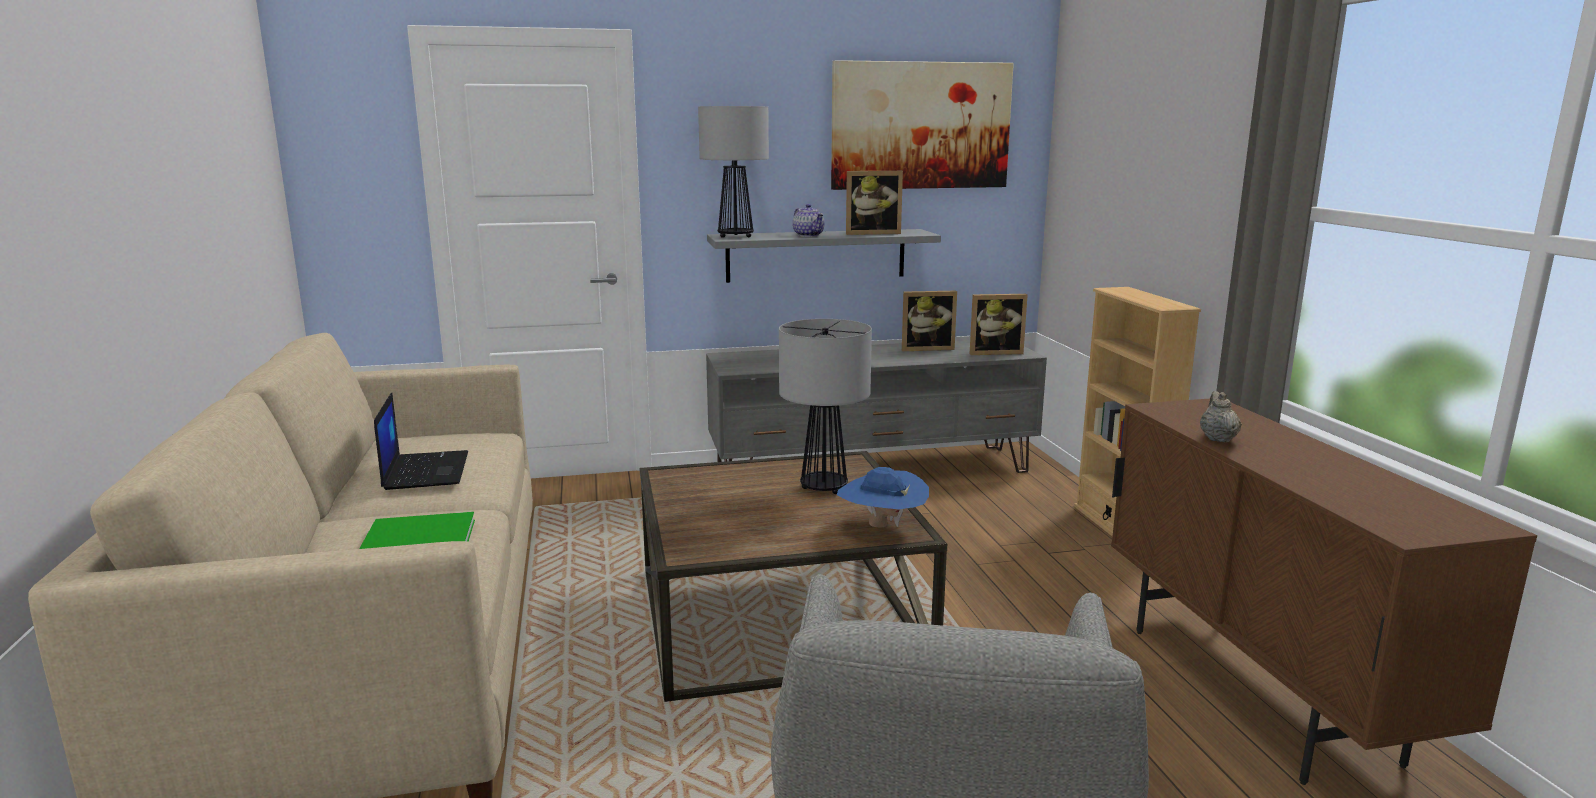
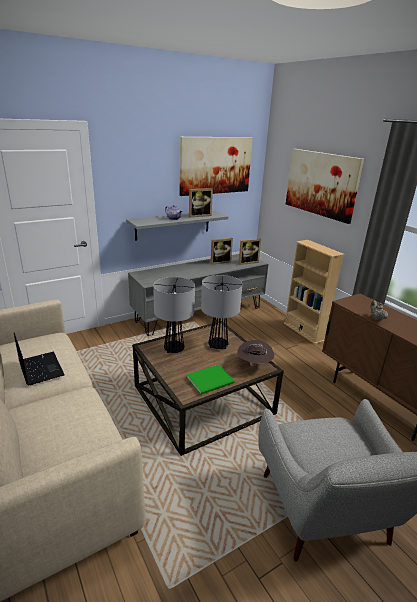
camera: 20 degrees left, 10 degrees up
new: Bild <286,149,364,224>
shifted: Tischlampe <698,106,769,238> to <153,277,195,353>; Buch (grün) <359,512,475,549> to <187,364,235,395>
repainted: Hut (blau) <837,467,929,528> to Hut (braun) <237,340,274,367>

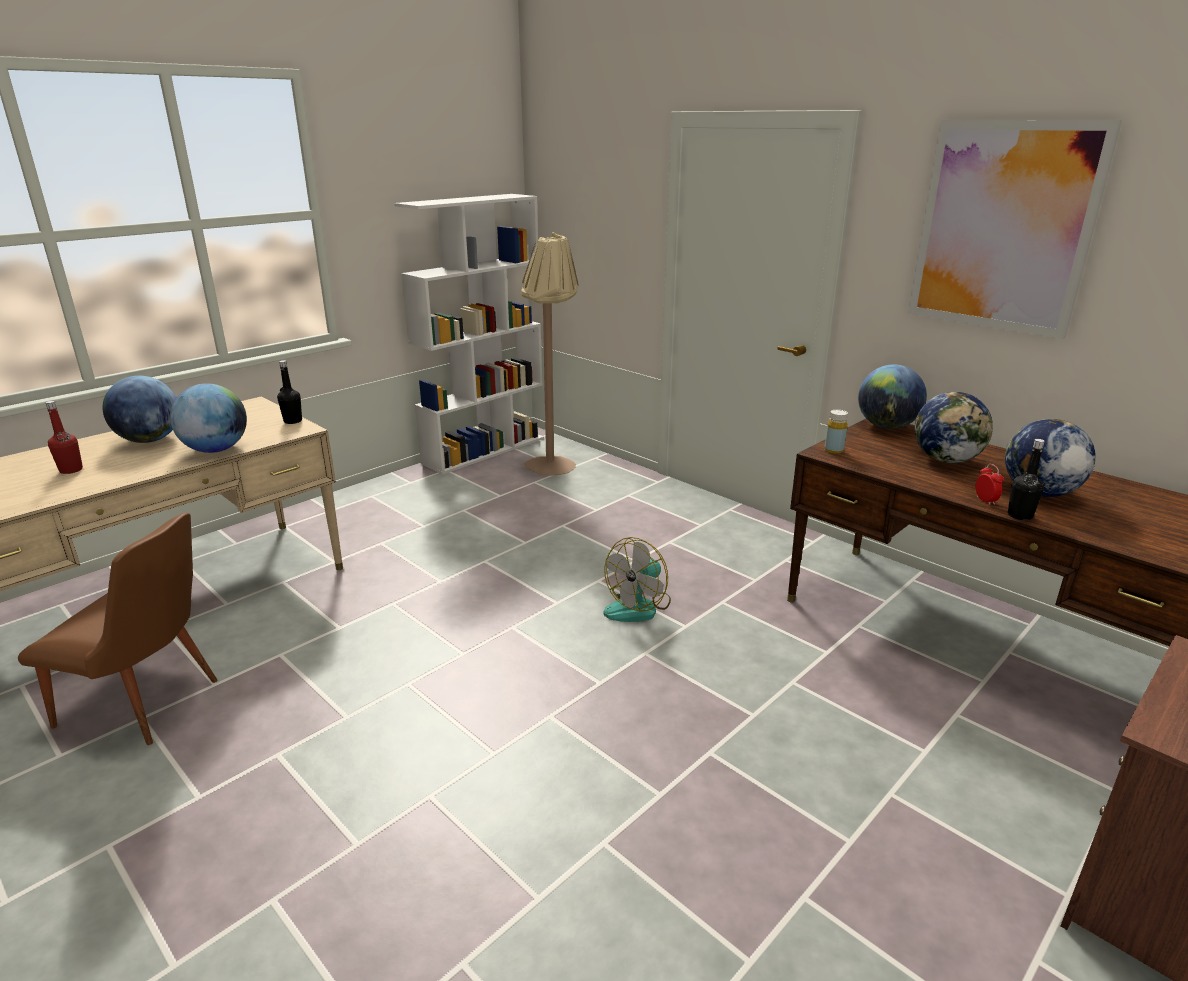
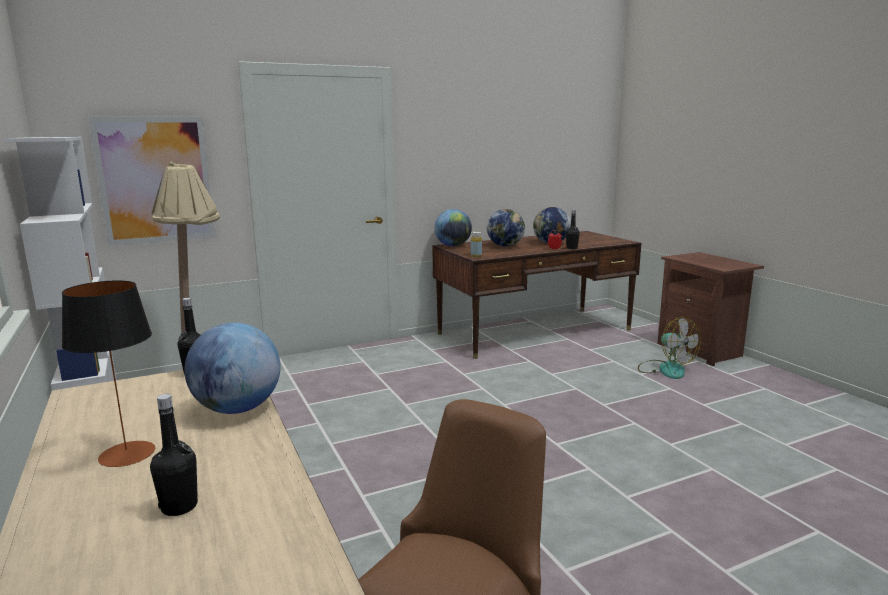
camera: 70 degrees left, 10 degrees down
shifted: Bild <908,120,1122,339> to <88,117,215,246>; Ventilator <603,537,671,622> to <638,317,701,379>
swapped: Globus <102,376,177,443> to Tischlampe <62,280,155,467>
repainted: Flasche (rot) <46,401,83,474> to Flasche (schwarz) <150,394,198,516>

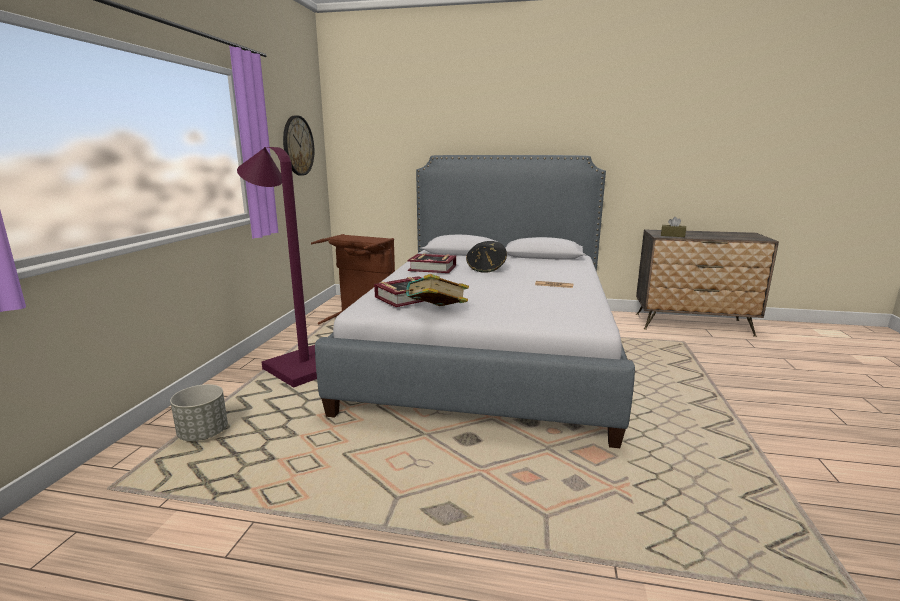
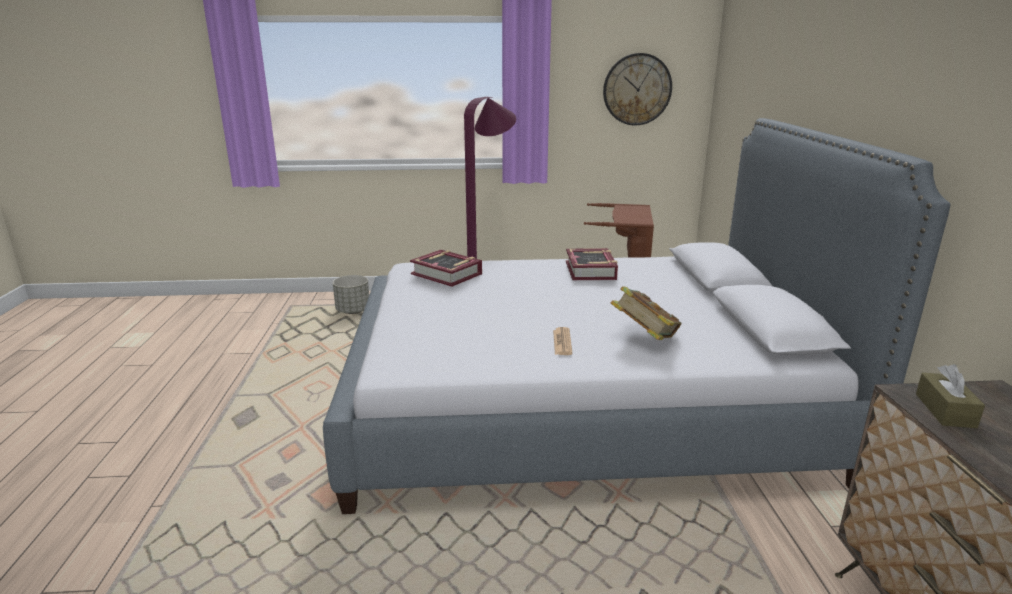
camera: 75 degrees right, 5 degrees up
gone: Hut (schwarz) <466,241,507,273>
shifted: Buch <405,274,469,306> to <611,286,682,340>

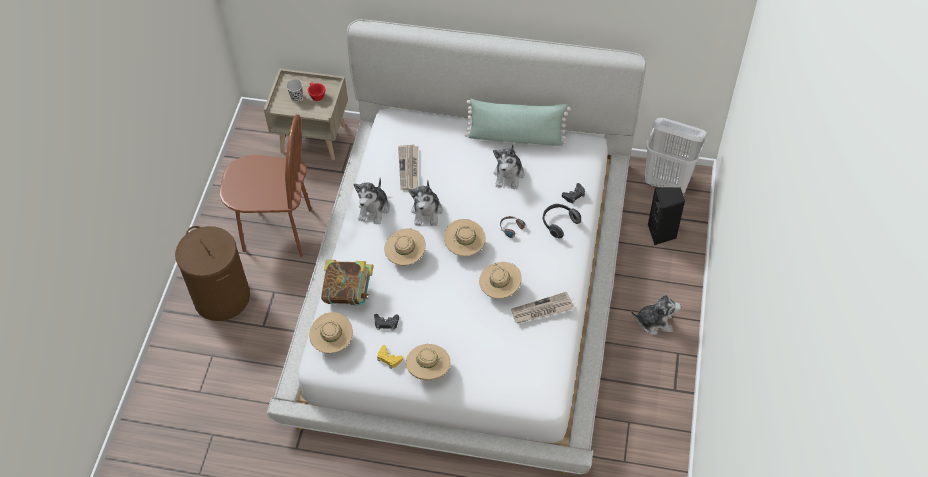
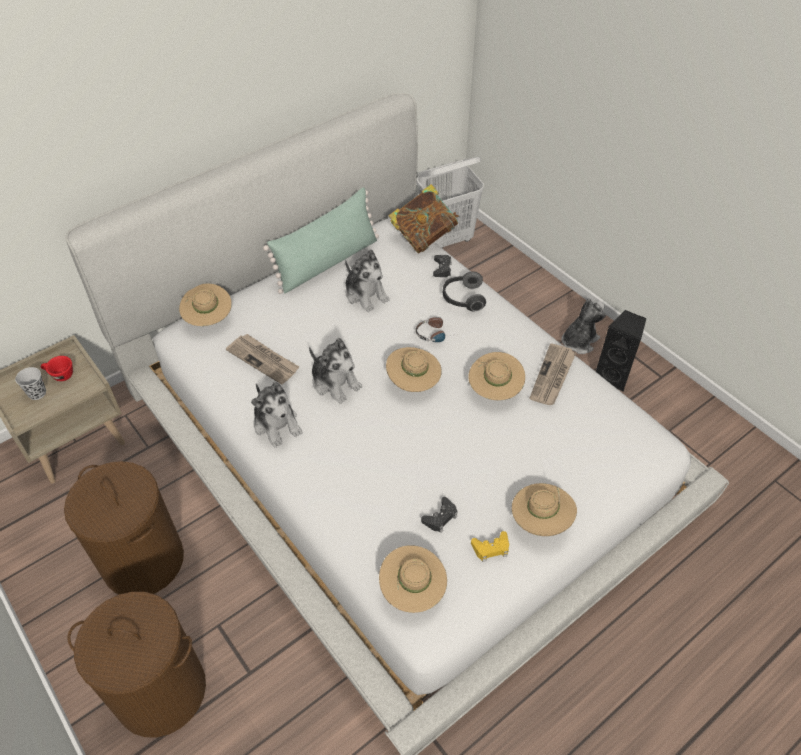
camera: 50 degrees left, 5 degrees down
shifted: Hut (beige) <384,228,426,265> to <179,284,232,326>; Buch <321,260,374,305> to <389,184,459,253>; Lautsprecher (schwarz) <648,187,685,245> to <596,310,646,392>
swapped: Stuhl (braun) <219,114,312,257> to Wäschekorb (braun) <64,461,184,594>

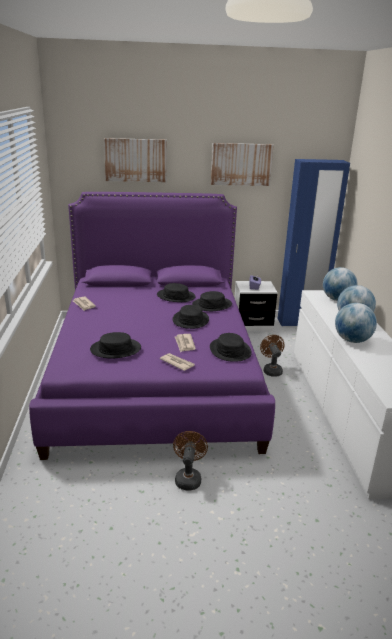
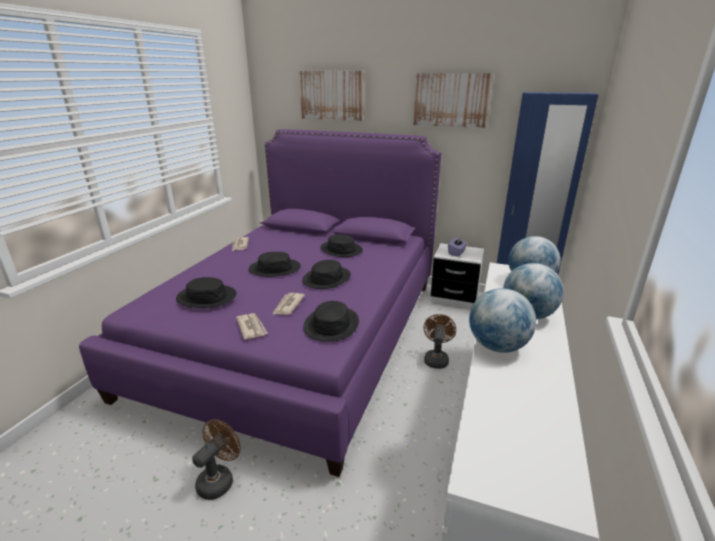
camera: 25 degrees right, 0 degrees up
shifted: Hut (schwarz) <192,291,232,311> to <249,252,301,277>

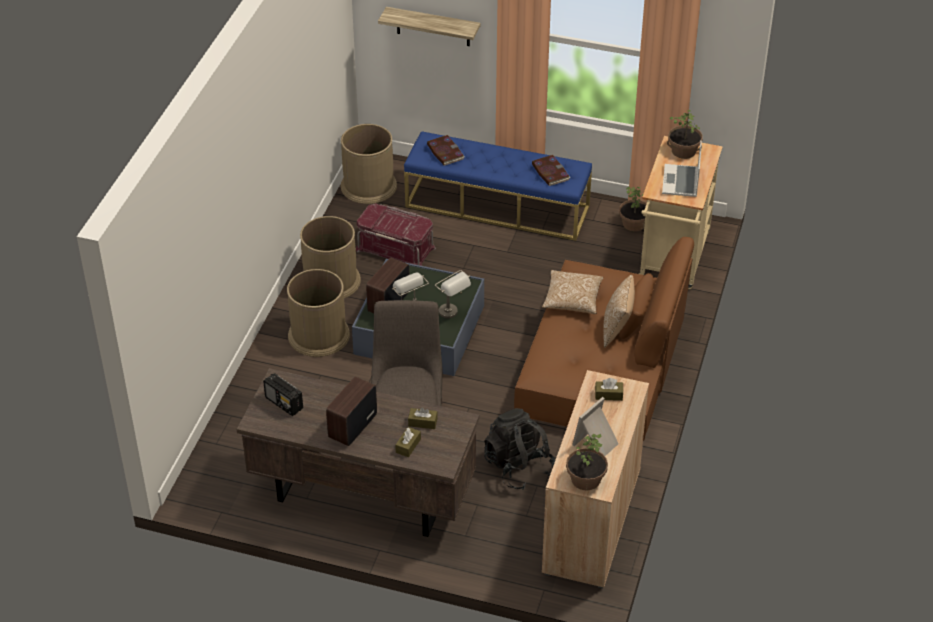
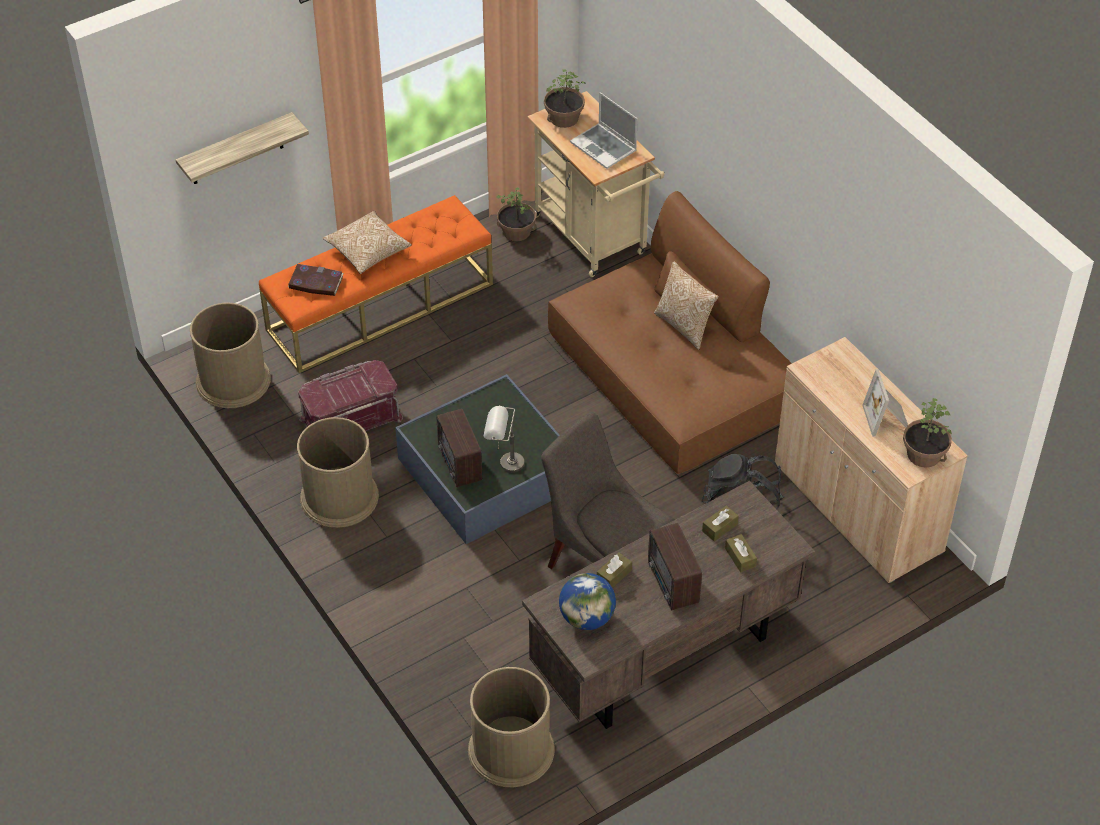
camera: 50 degrees left, 5 degrees up
gone: Tischlampe (grau) <435,270,471,318>; Buch <532,155,570,186>
shifted: Kissen <542,270,603,314> to <323,211,412,274>; Mülleimer (braun) <287,269,350,357> to <468,667,555,787>; Taschentuchbox (braun) <595,378,623,401> to <597,552,632,588>
swapped: Radio <263,373,303,416> to Globus <559,573,616,630>
repainted: Bank (blau) <404,131,592,241> to Bank (orange) <259,195,493,373>

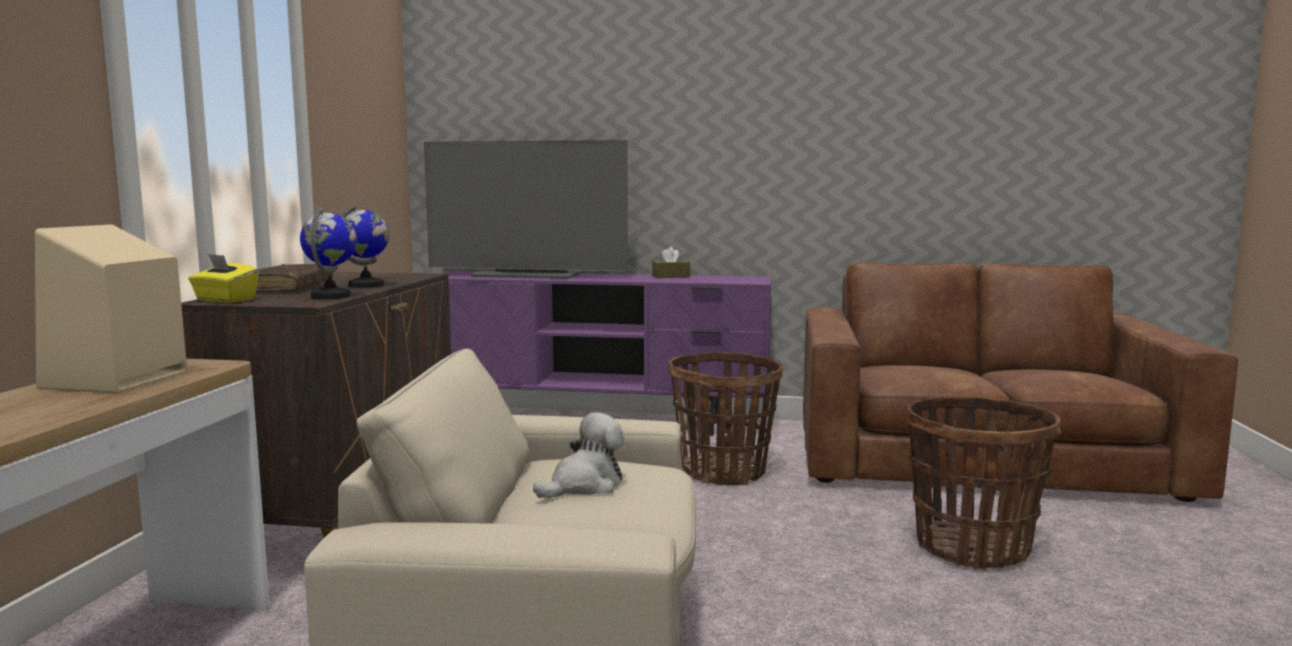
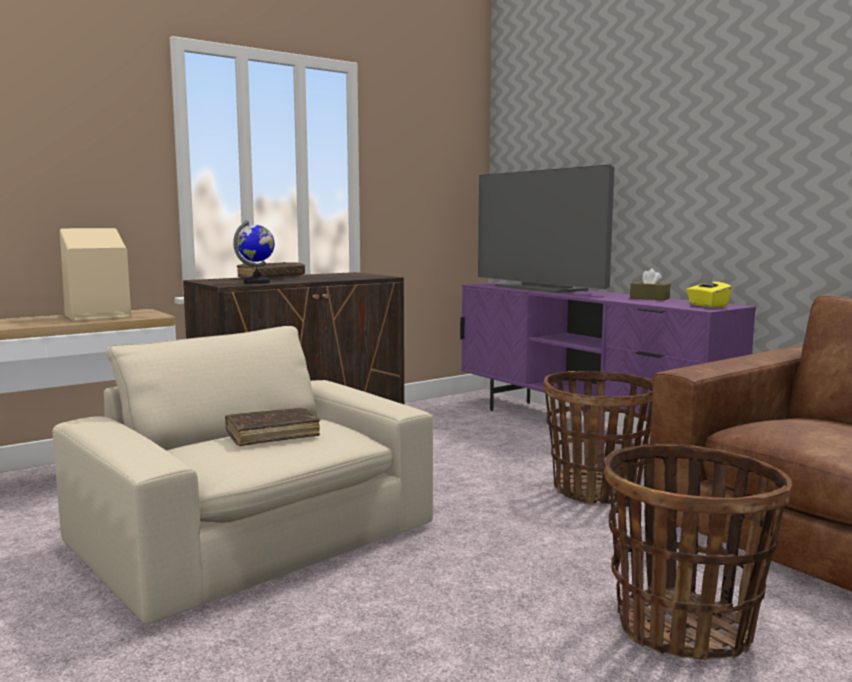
camera: 45 degrees right, 0 degrees up
gone: Globus <341,204,389,288>
shifted: Taschentuchbox (gelb) <188,254,259,303> to <686,275,732,308>
swapped: Plüschtier <533,412,624,498> to Buch (braun) <225,408,320,446>

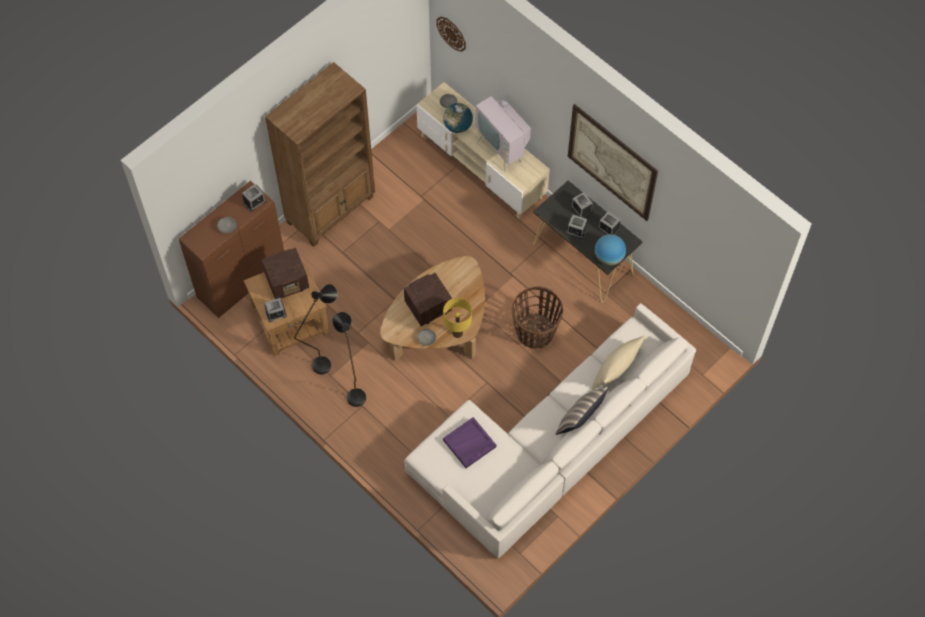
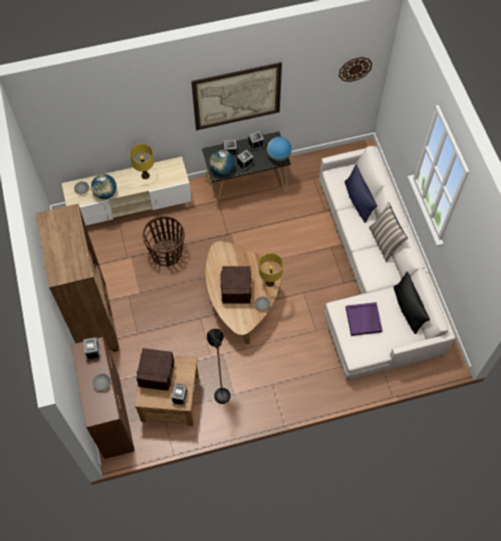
camera: 60 degrees left, 0 degrees up
gone: Stehlampe (schwarz) <332,312,366,407>
new: Globus <209,150,234,175>; Kissen (schwarz) <394,272,430,334>
shifted: Korb <512,286,563,349> to <143,216,185,267>; Wanduhr <436,16,466,52> to <339,57,372,82>
swapped: Fernseher <476,83,531,172> to Tischlampe (gelb) <130,144,154,179>
repainted: Kissen (beige) <592,335,645,390> to Kissen (blau) <345,165,378,223>

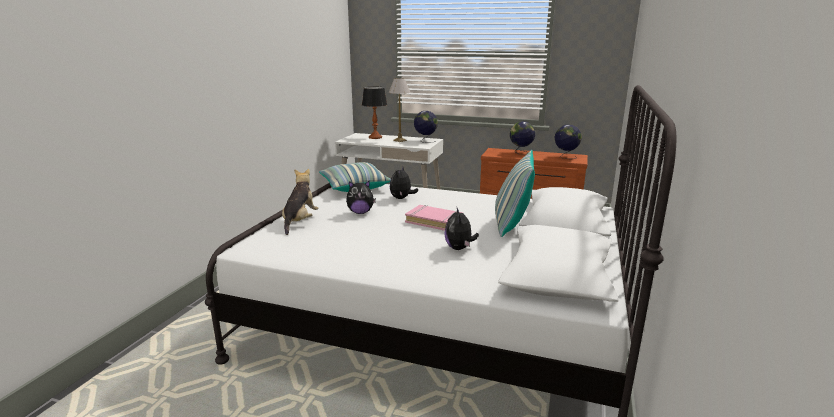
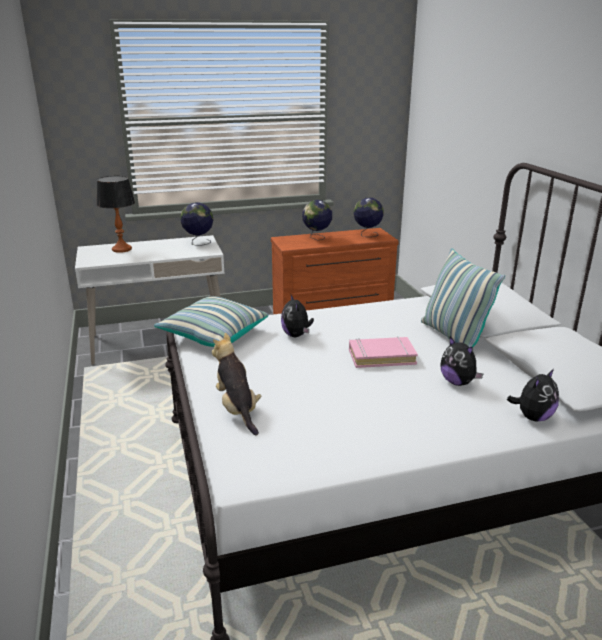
camera: 35 degrees left, 5 degrees up
gone: Tischlampe <389,78,410,142>
shifted: Plüschtier <346,180,376,214> to <507,369,559,422>

